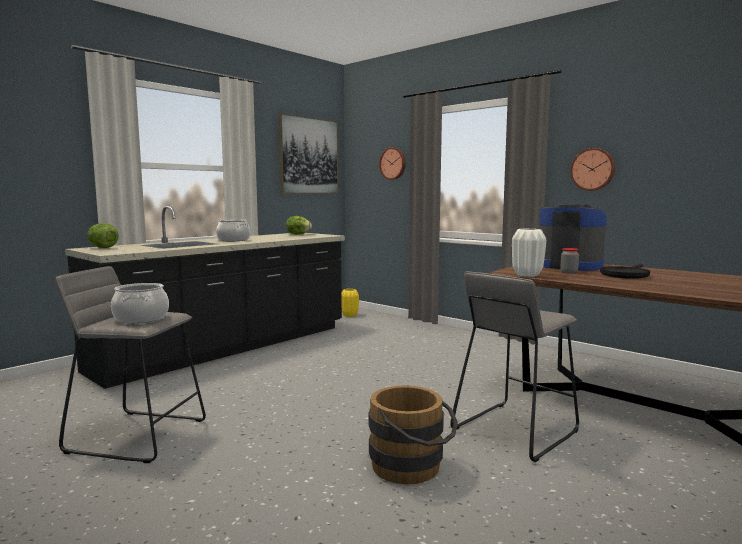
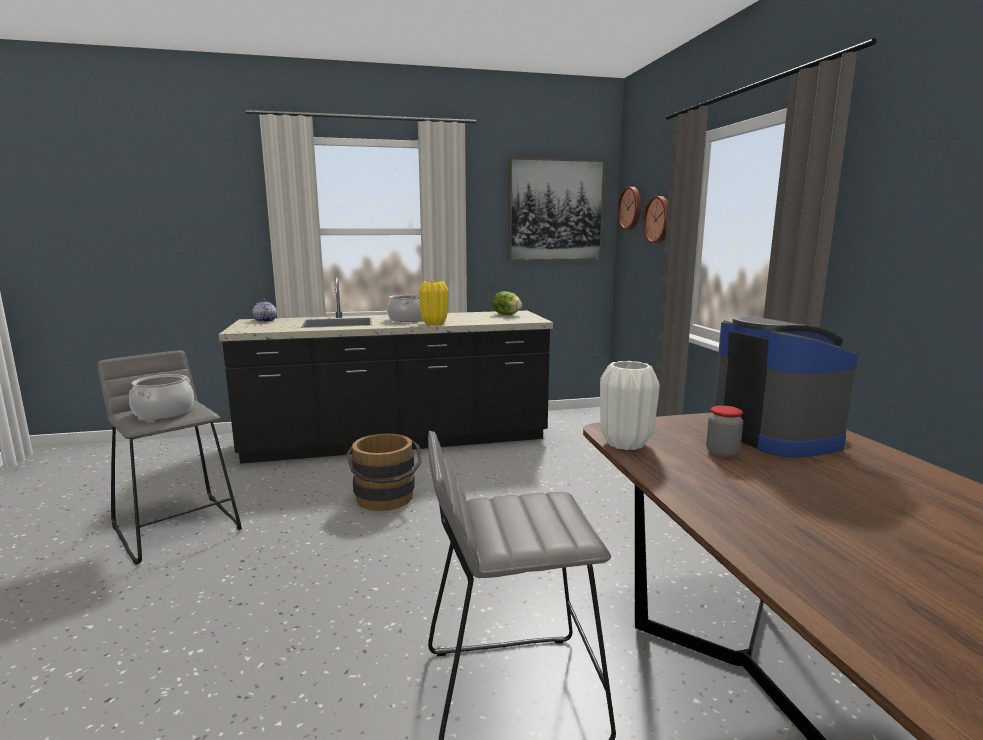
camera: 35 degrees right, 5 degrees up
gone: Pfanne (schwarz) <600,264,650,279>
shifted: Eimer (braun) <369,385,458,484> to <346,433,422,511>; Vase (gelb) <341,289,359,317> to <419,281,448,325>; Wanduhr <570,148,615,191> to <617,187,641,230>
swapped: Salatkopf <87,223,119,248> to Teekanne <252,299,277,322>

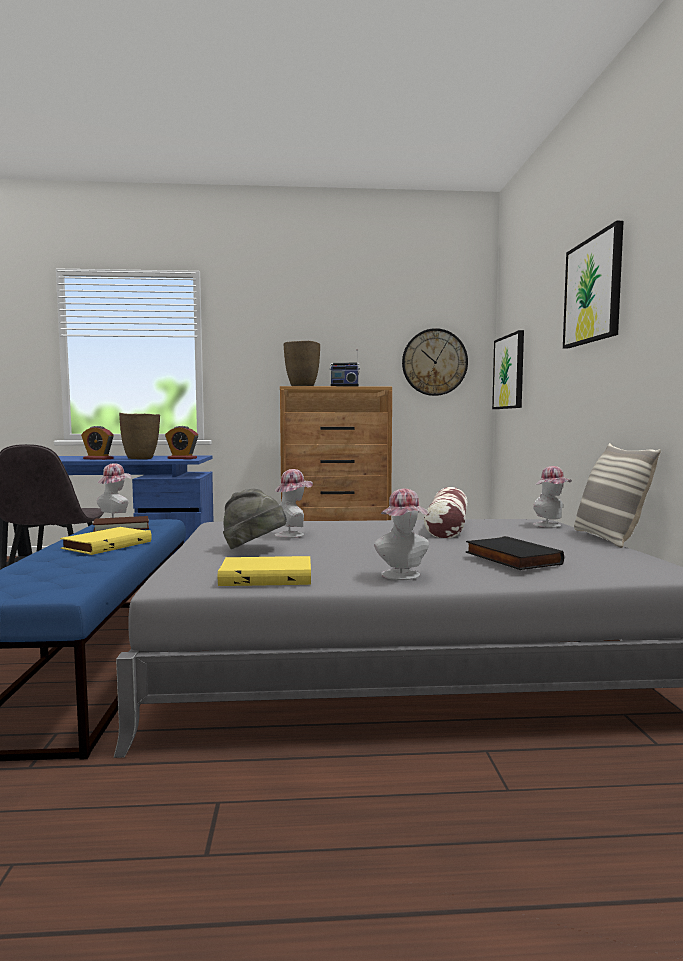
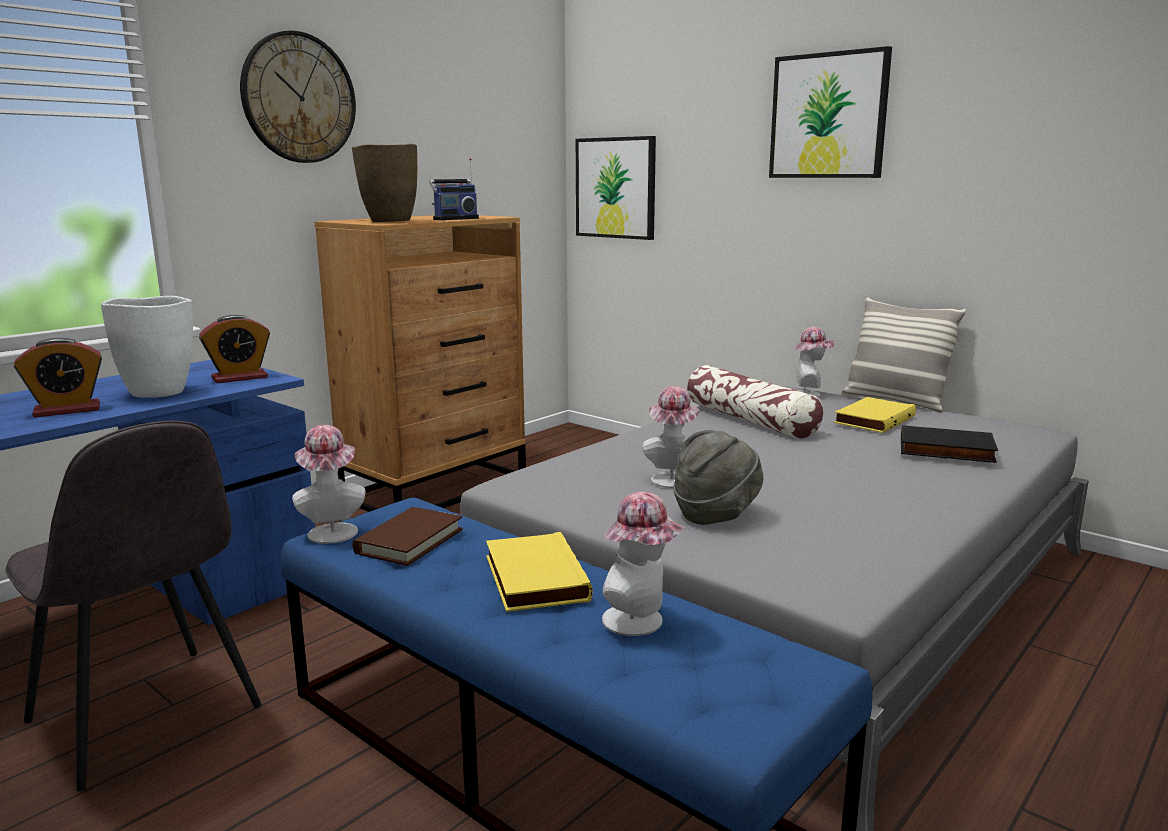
camera: 45 degrees left, 10 degrees up
shifted: Wanduhr <402,328,468,396> to <240,30,356,163>; Hut <374,489,429,580> to <602,492,686,636>; Buch (gelb) <218,556,311,586> to <834,397,916,433>
repainted: Vase (braun) <119,413,160,459> to Vase (weiß) <101,296,193,398>

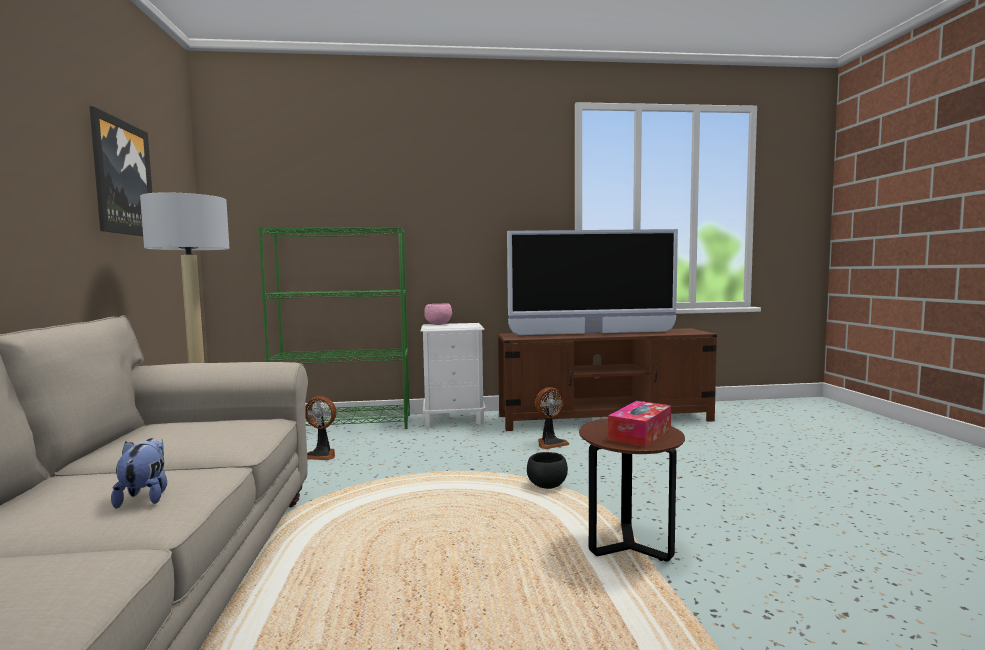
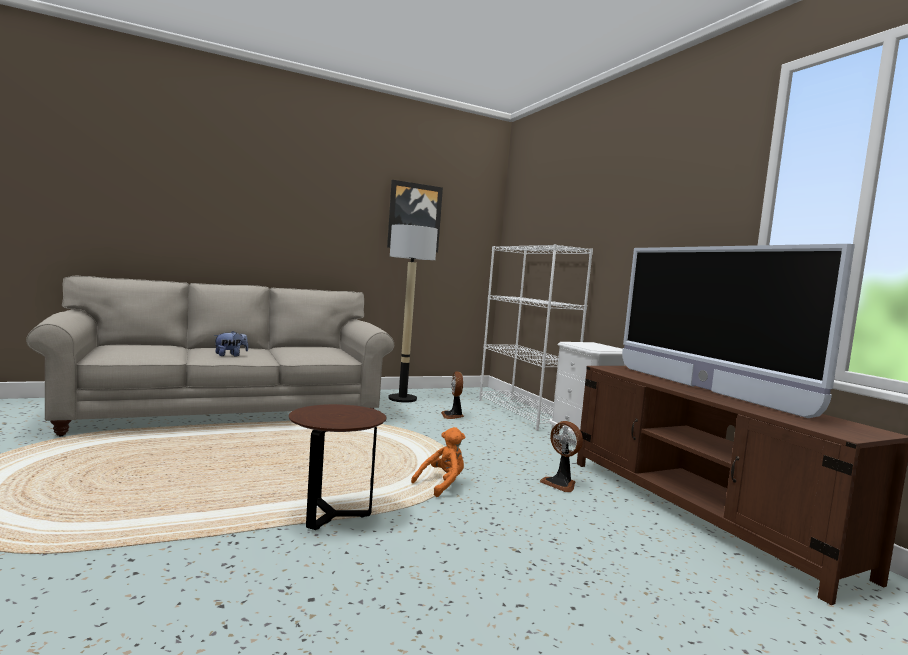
camera: 70 degrees right, 0 degrees up
gone: Schüssel (rosa) <424,303,452,325>; Taschentuchbox <608,401,671,447>
swapped: Schüssel (schwarz) <527,452,568,489> to Plüschtier (orange) <411,427,465,497>
repainted: Bücherregal (grün) <258,226,410,429> to Bücherregal (weiß) <479,244,593,431>

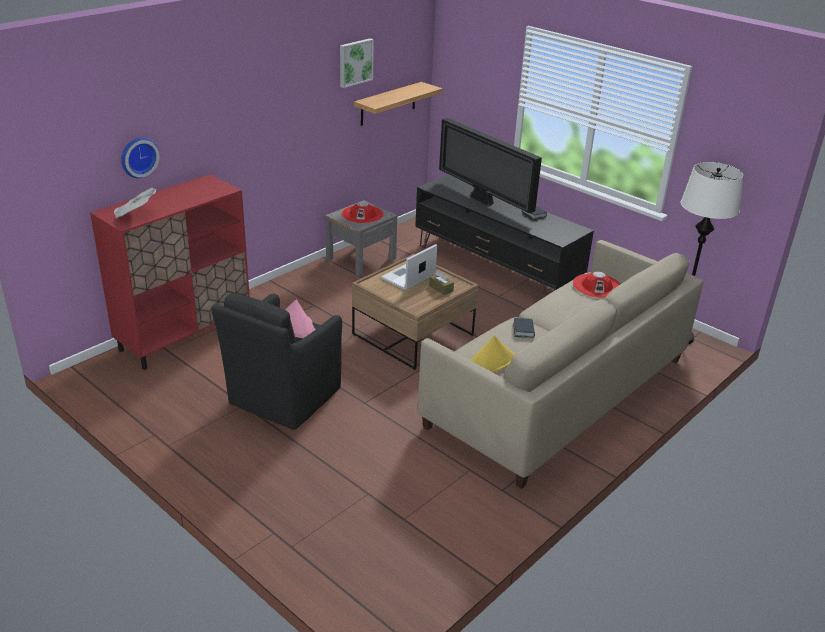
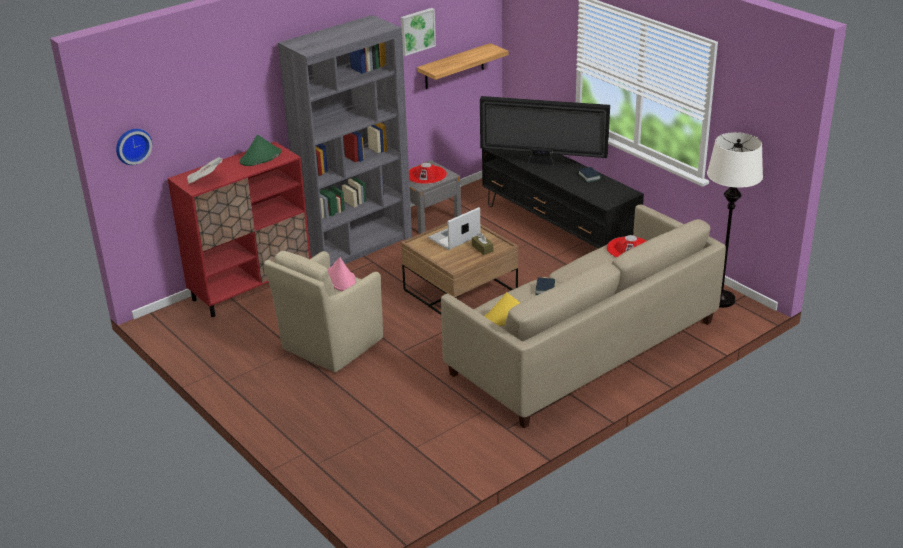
camera: 10 degrees right, 0 degrees up
new: Hut (grün) <240,135,281,166>; Bücherregal (grau) <278,15,412,267>
shifted: Wanduhr <121,137,159,178> to <116,129,152,165>
repainted: Sessel (schwarz) <211,293,342,430> to Sessel (beige) <264,251,383,372>
rotated: Fernseher <439,118,542,213> = <480,96,610,166> 45 degrees counterclockwise

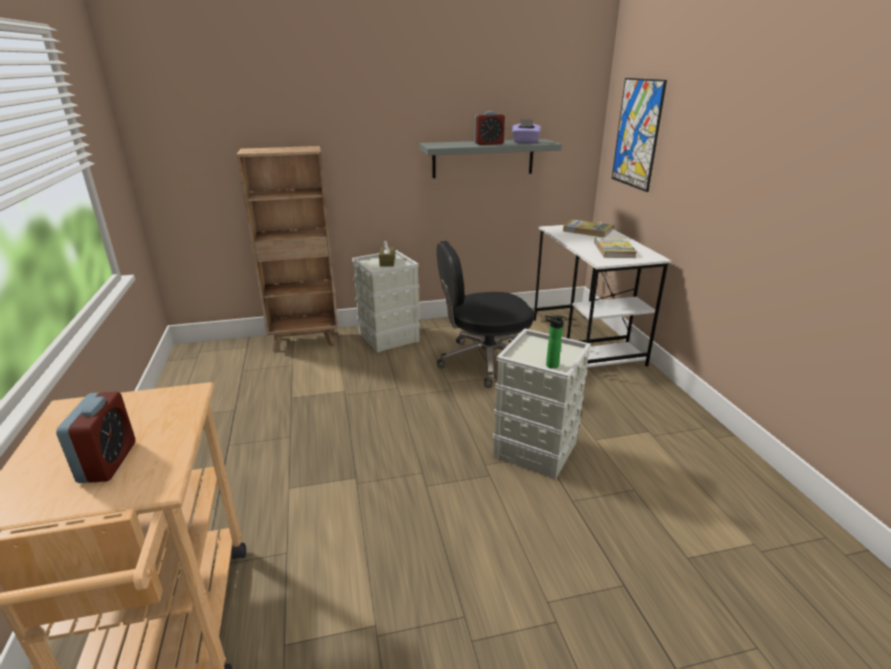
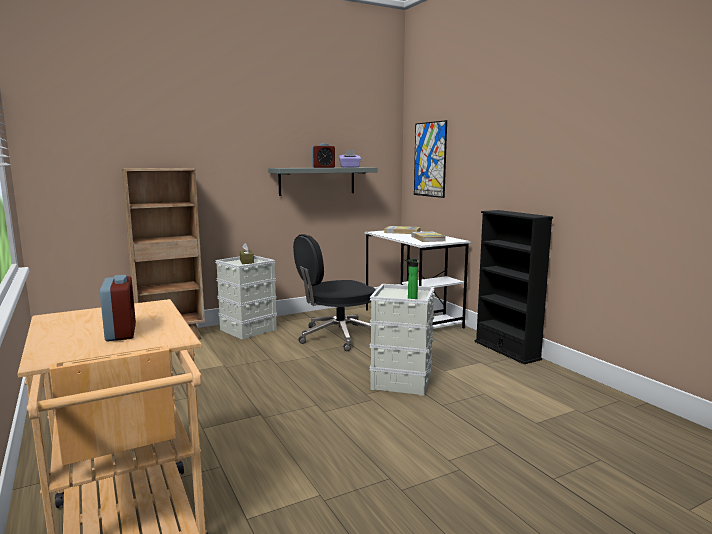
camera: 15 degrees left, 15 degrees down
new: Bücherregal (schwarz) <474,210,553,364>

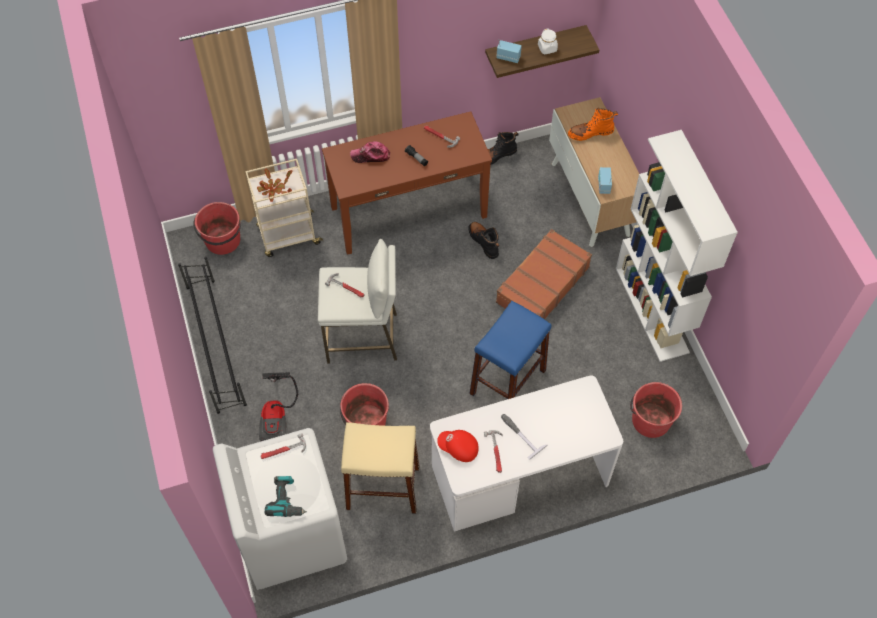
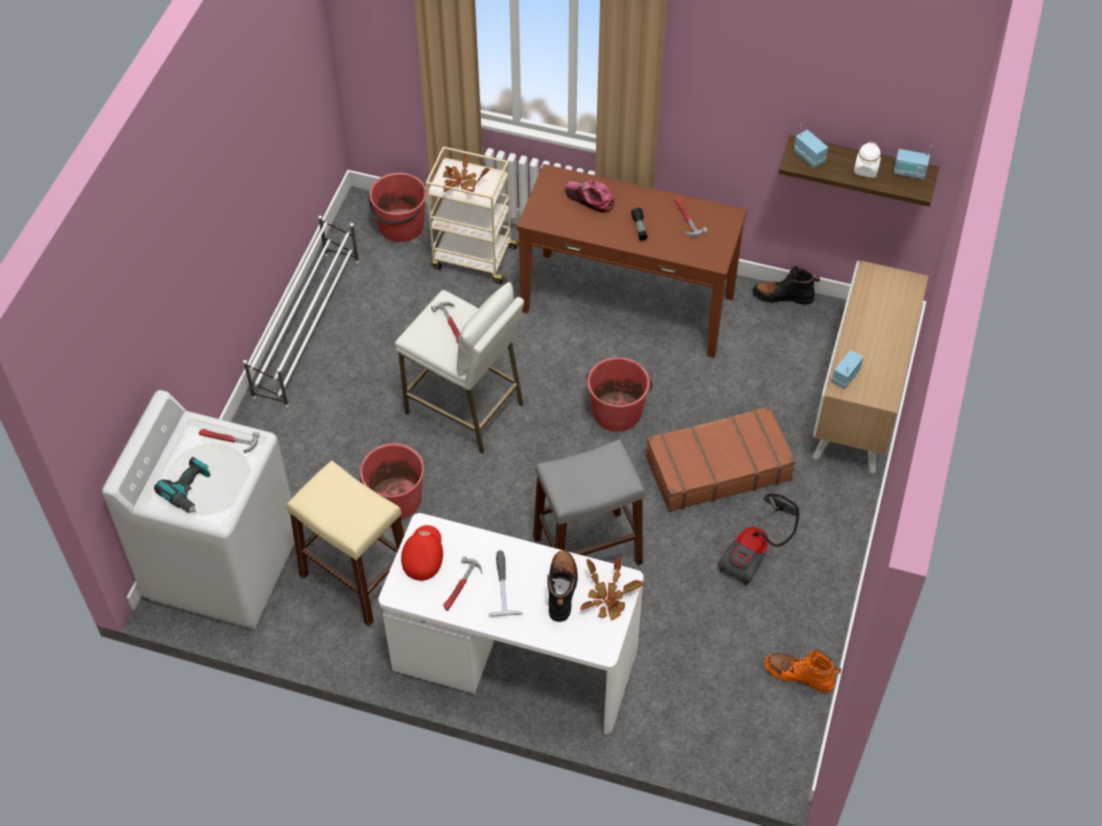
camera: 35 degrees right, 5 degrees down
gone: Bücherregal (weiß) <616,130,738,362>
new: Topfpflanze <580,557,643,620>; Radio <893,146,932,180>
shifted: Stiefel (schwarz) <469,222,499,259> to <547,550,578,622>; Eimer (rot) <630,382,682,438> to <586,357,653,431>; Staubsauger <259,372,298,441> to <718,493,799,585>; Stiefel (orange) <568,108,618,141> to <764,649,841,693>
repainted: Schuhregal (schwarz) <178,257,247,414> to Schuhregal (weiß) <243,216,359,407>; Hocker (blau) <469,301,551,399> to Hocker (grau) <533,439,645,565>
rotated: Kappe (rot) <437,430,479,462> = <401,525,443,581> 45 degrees clockwise

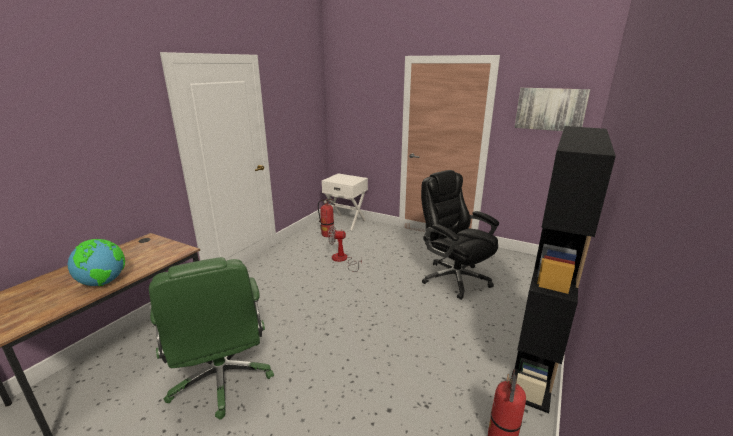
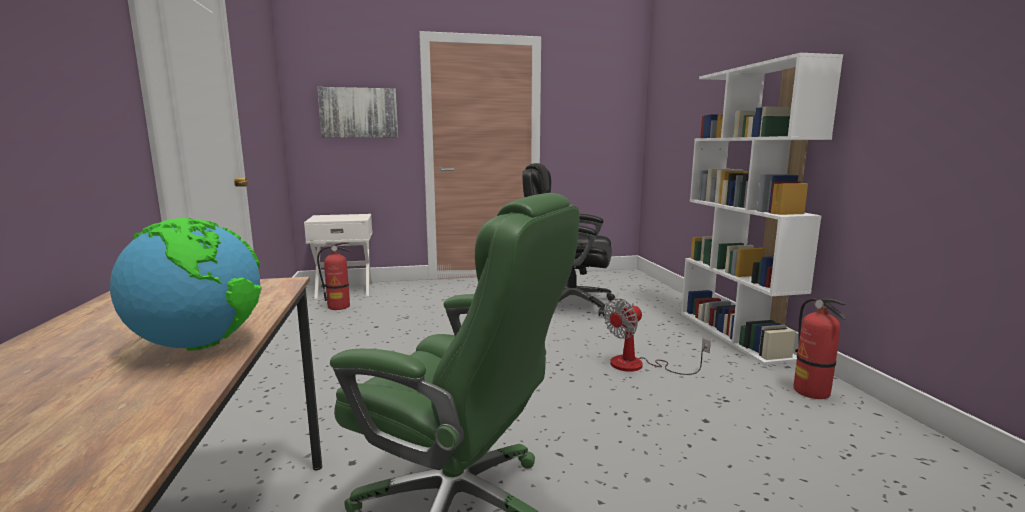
camera: 40 degrees left, 10 degrees down
shifted: Bild <514,88,590,131> to <317,87,398,138>; Ventilator <328,225,362,272> to <604,299,711,375>
repainted: Bücherregal (schwarz) <515,126,616,413> to Bücherregal (weiß) <681,53,843,365>

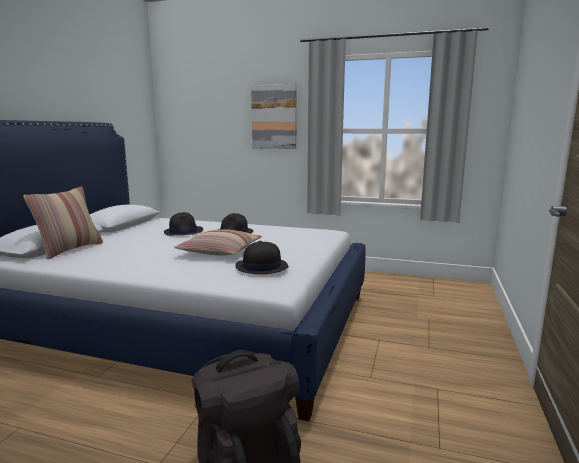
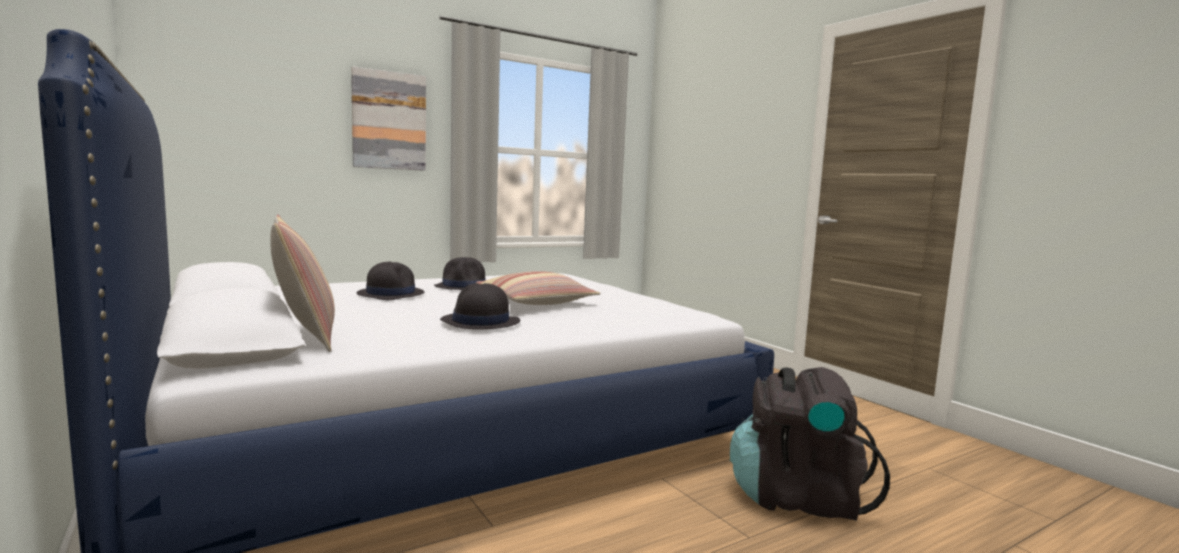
camera: 50 degrees left, 5 degrees down
shifted: Hut (schwarz) <235,241,289,274> to <440,283,520,329>

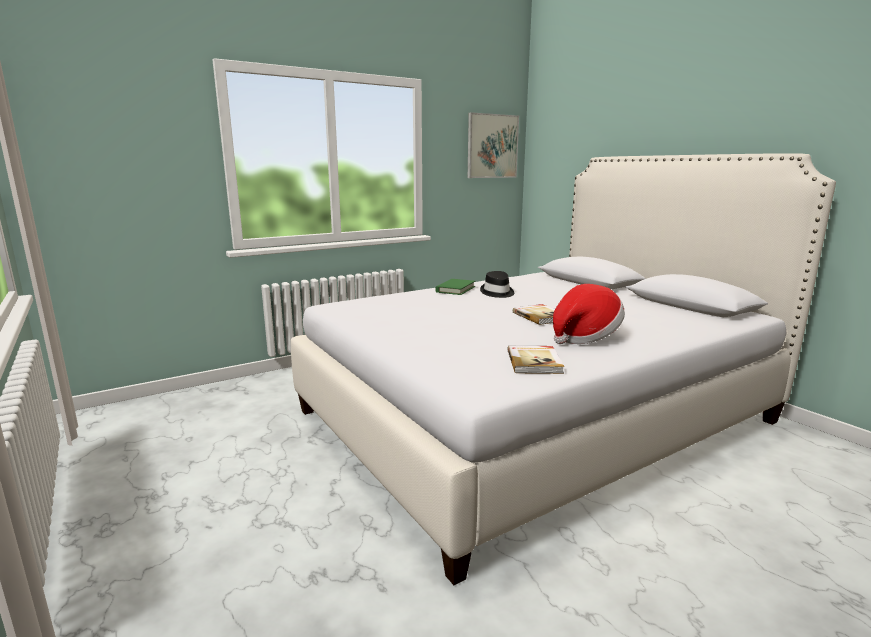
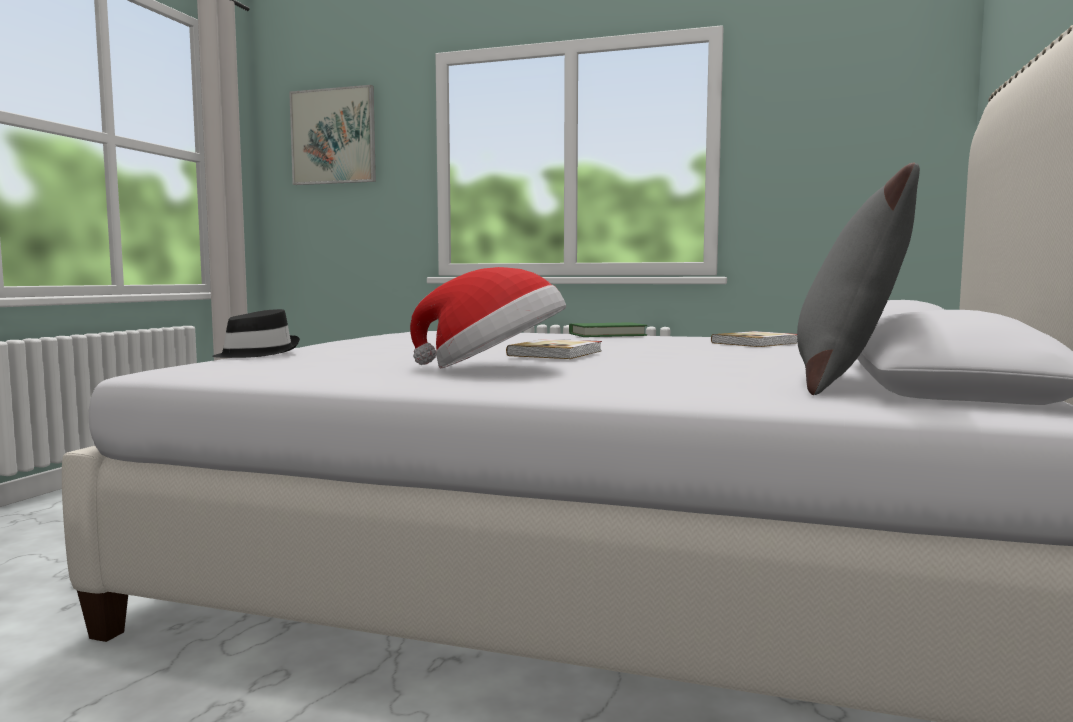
camera: 50 degrees right, 10 degrees down
new: Kissen (grau) <797,163,920,395>
shifted: Hut (schwarz) <480,271,514,298> to <212,309,300,358>; Bild <468,112,519,178> to <289,85,376,185>; Buch <507,346,564,374> to <711,331,797,347>

